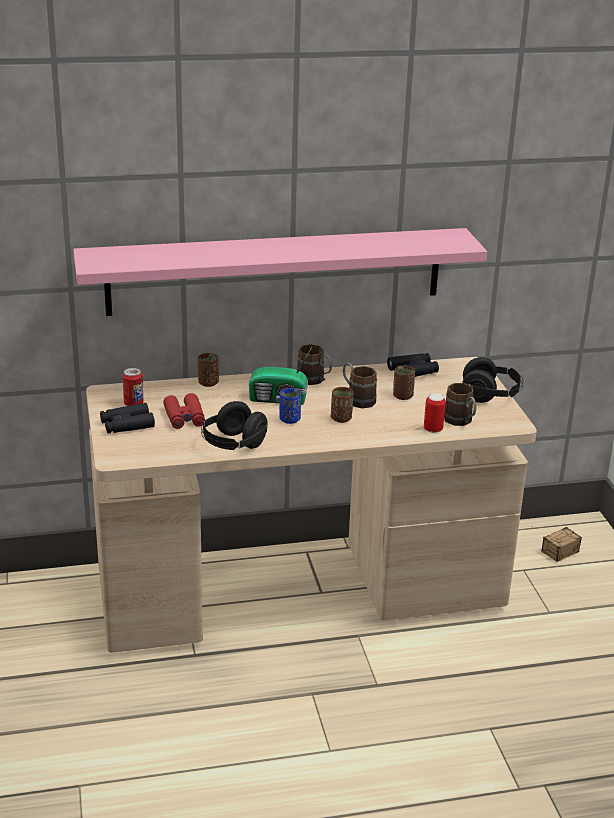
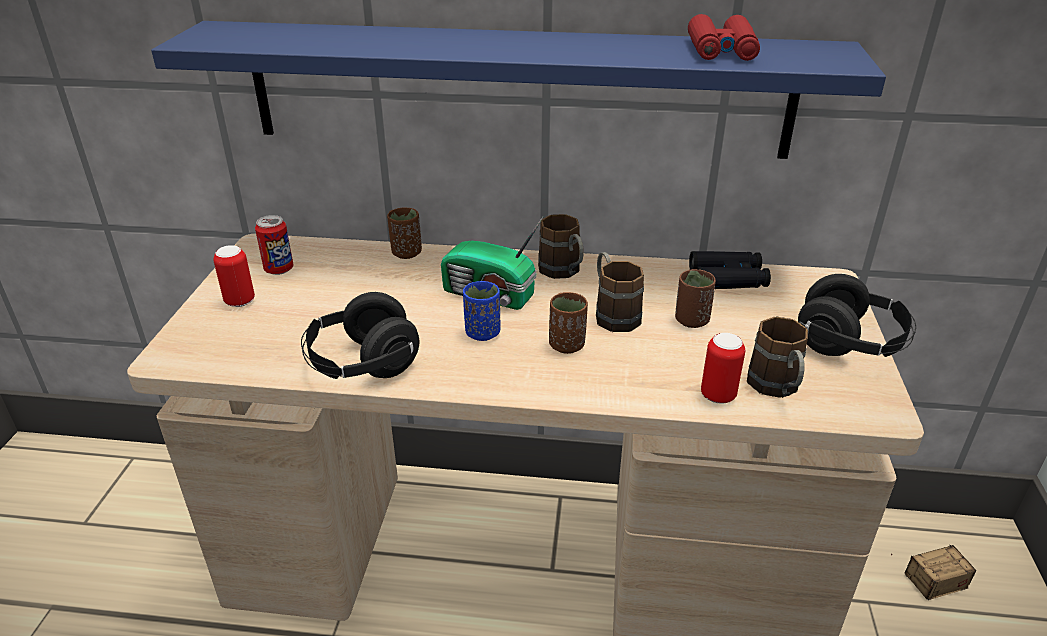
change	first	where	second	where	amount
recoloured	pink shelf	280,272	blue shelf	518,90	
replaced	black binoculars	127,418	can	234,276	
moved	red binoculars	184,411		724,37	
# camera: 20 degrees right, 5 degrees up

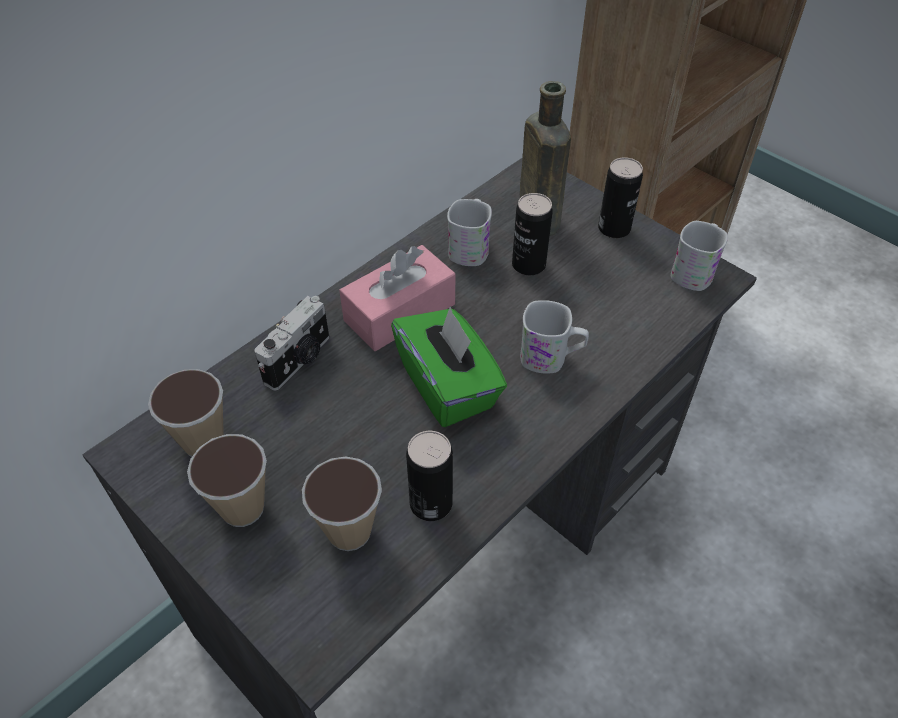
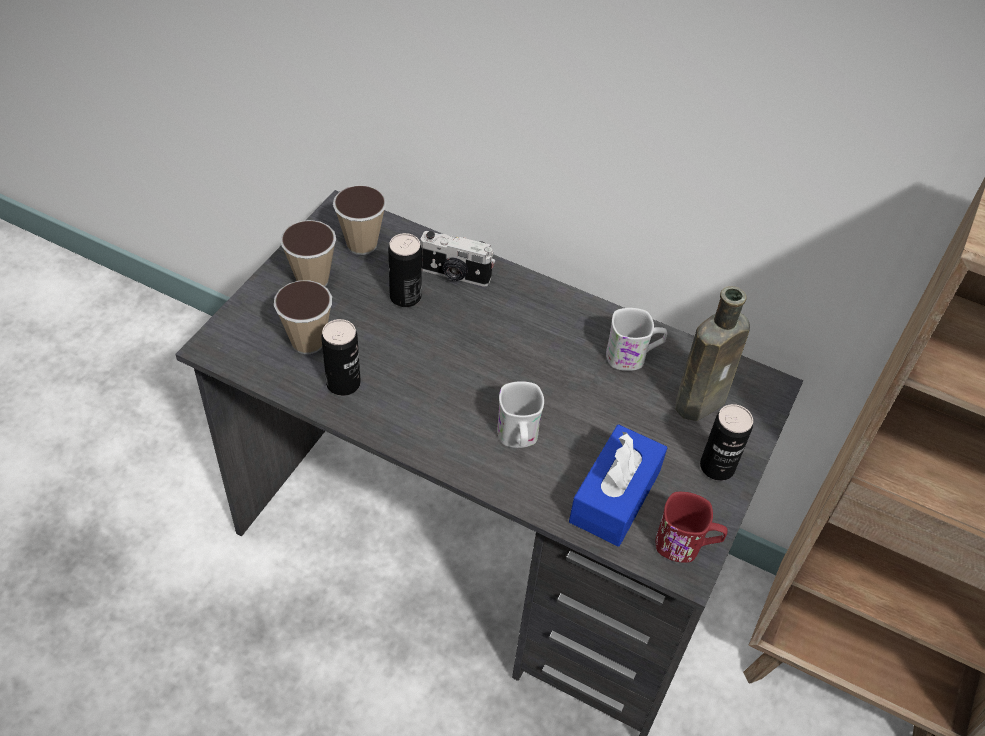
change	first	where	second	where	amount
moved	can	532,234		405,270	
added			blue tissue box	618,485	
recoloured	white mug	699,256	red mug	692,527	
removed	pink tissue box	397,298			
removed	green tissue box	449,366			
# camera: 70 degrees right, 0 degrees up

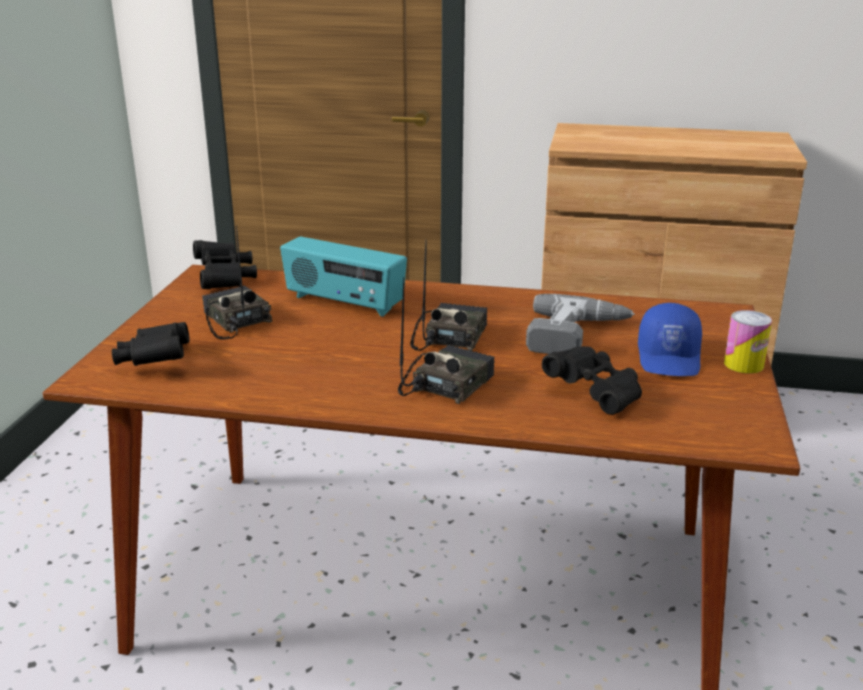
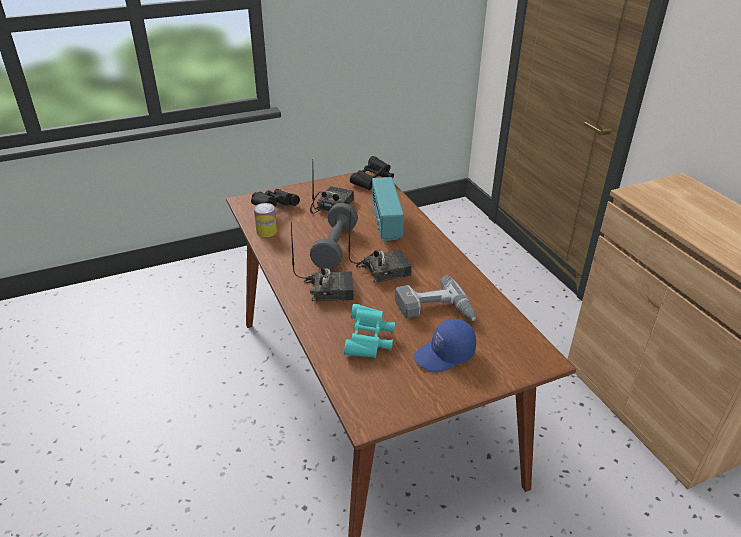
change	first	where	second	where	amount
moved	can	748,342		265,220	
added			grey dumbbell	334,236	
recoloured	black binoculars	592,380	turquoise binoculars	369,331	
# camera: 55 degrees right, 10 degrees up

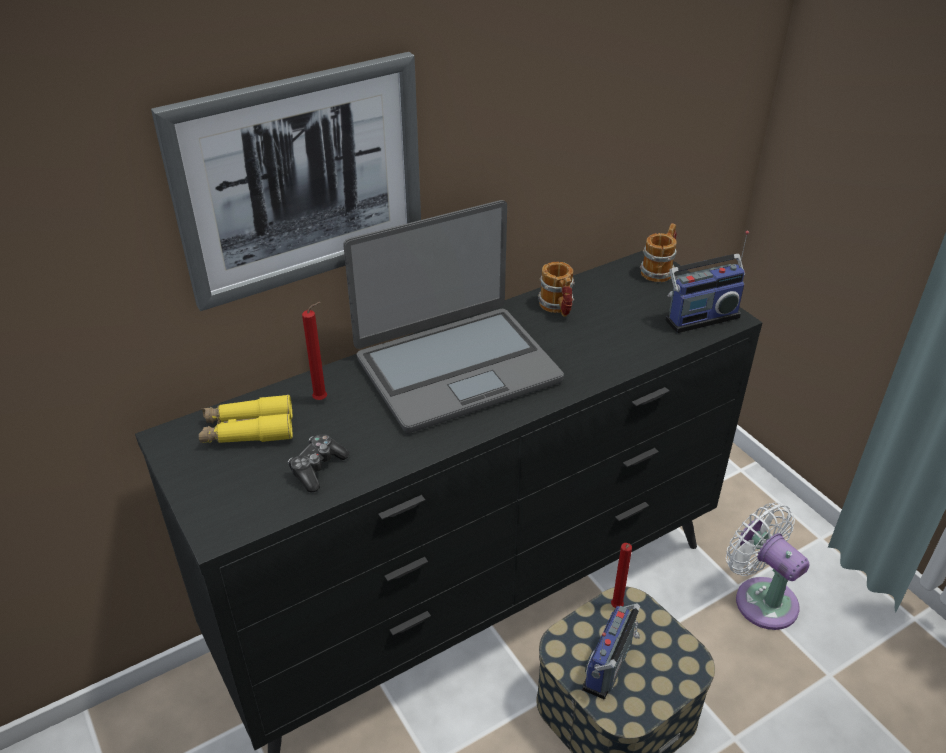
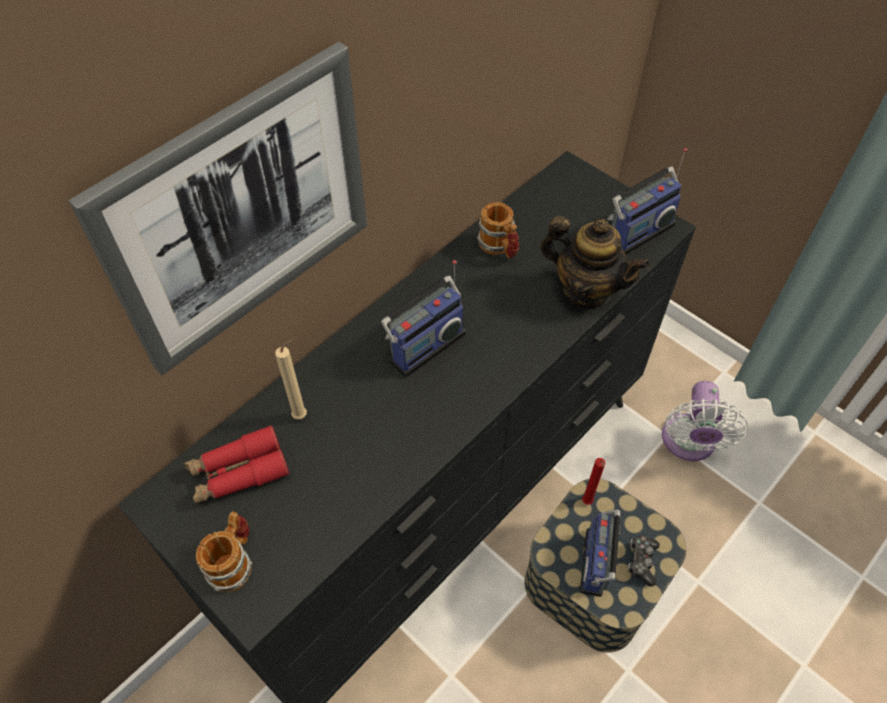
change	first	where	second	where	amount
recoloured	yellow binoculars	245,418	red binoculars	236,465	
moved	mug	658,252		224,552	
recoloured	red candle	314,351	beige candle	291,379	
replaced	laptop	453,316	radio	423,319	
added			teapot	595,262	
moved	game controller	319,463		644,560	
turned	white fan	768,566		705,421	120 degrees counterclockwise
# camera: 15 degrees left, 15 degrees up

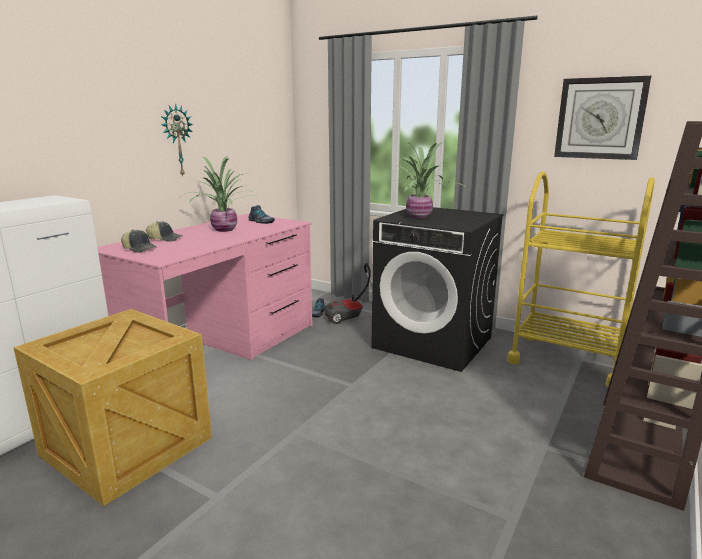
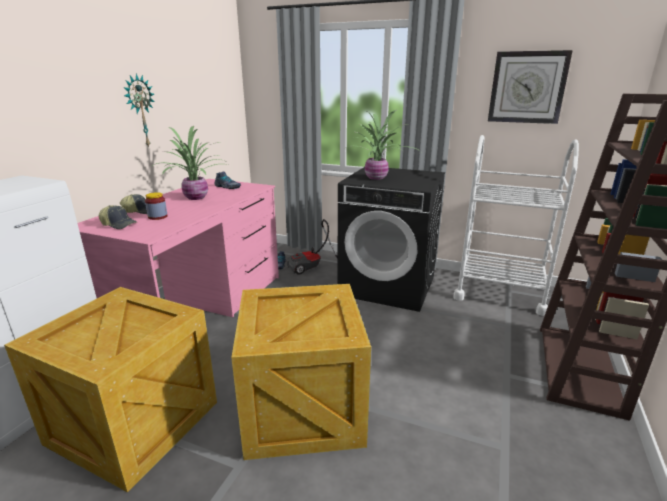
change	first	where	second	where	amount
added			jar	156,206	
added			crate	301,372	
recoloured	yellow cart	581,279	white cart	516,225	
# camera: 10 degrees left, 5 degrees up

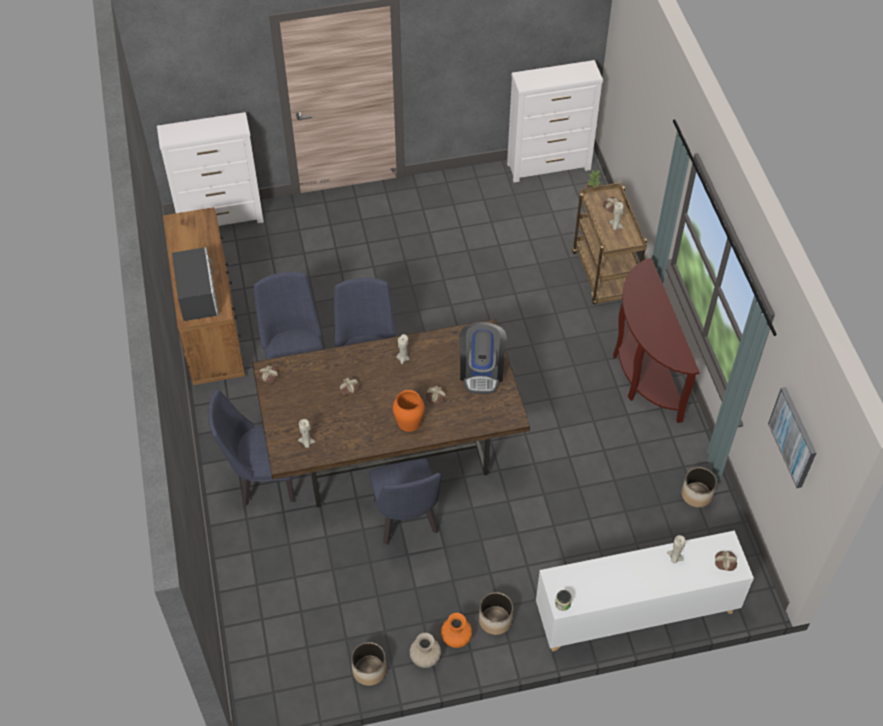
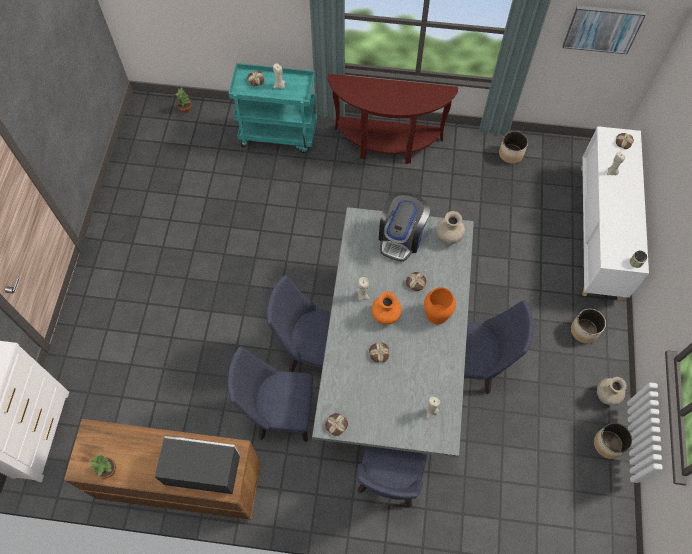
change	first	where	second	where	amount
added			potted plant	102,466	
recoloured	brown cart	609,243	turquoise cart	272,108	
recoloured	brown dining table	391,413	grey dining table	393,332	
moved	orange vase	456,630		387,308	
turned	coffee machine	482,358		404,227	90 degrees clockwise
added			beige vase	450,228	
removed	white dresser	555,121			
# camera: 70 degrees left, 10 degrees up

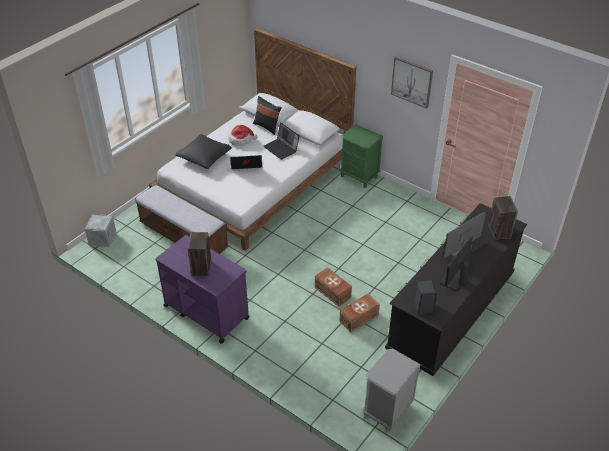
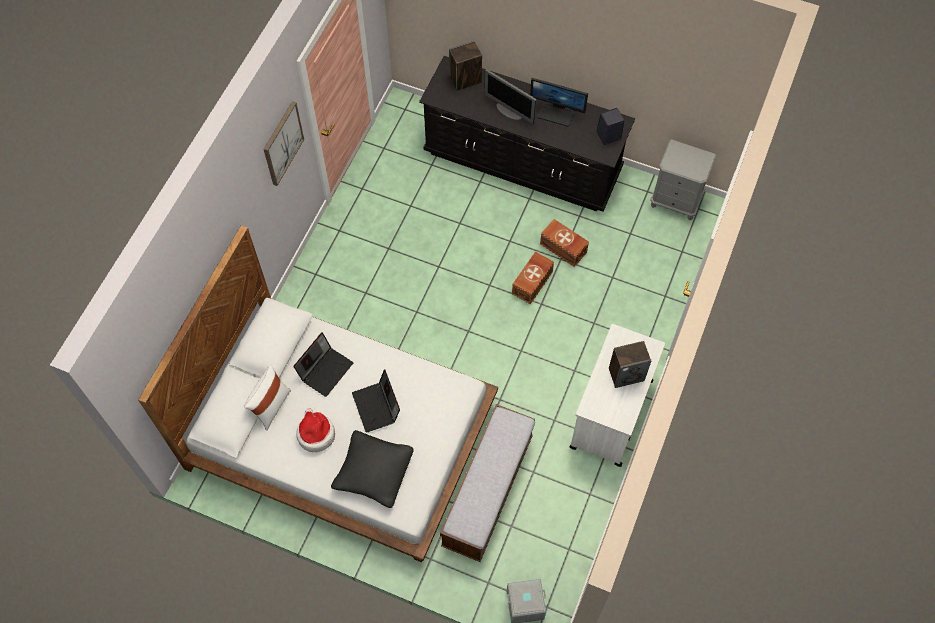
change	first	where	second	where	amount
recoloured	black pillow	267,115	white pillow	267,398	
recoloured	purple cart	202,289	white cart	617,395	
removed	green nightstand	361,156			
# camera: 105 degrees left, 20 degrees up

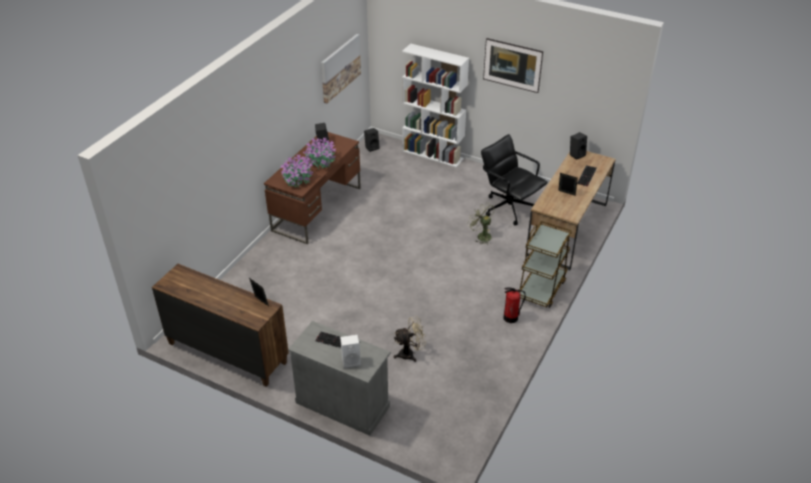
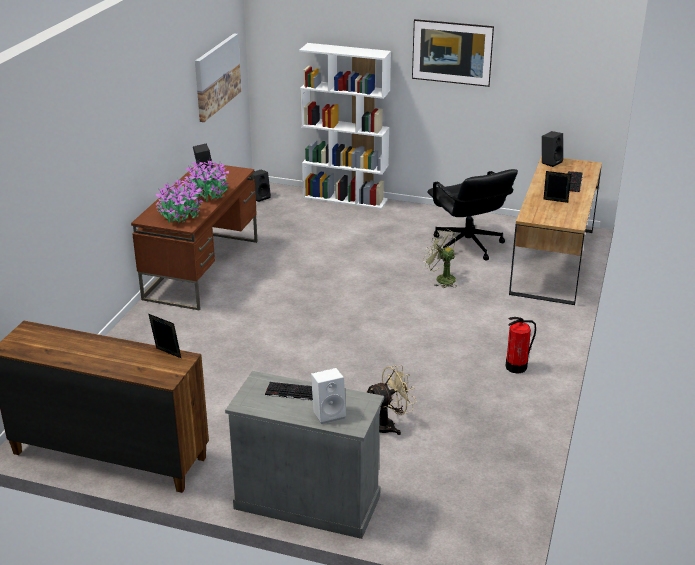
change	first	where	second	where	amount
turned	black office chair	514,179		472,214	150 degrees counterclockwise
removed	brown cart	545,264			
# camera: 10 degrees left, 10 degrees down

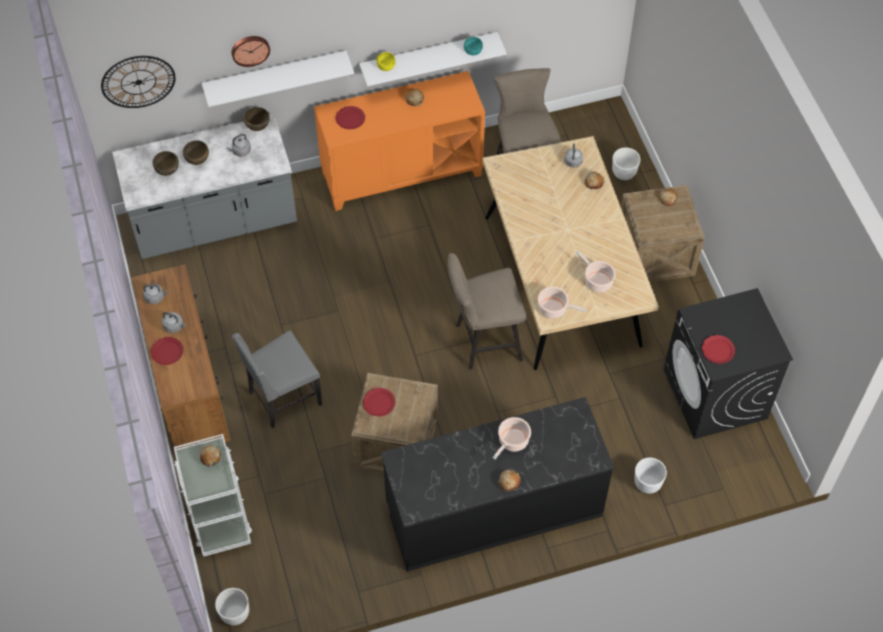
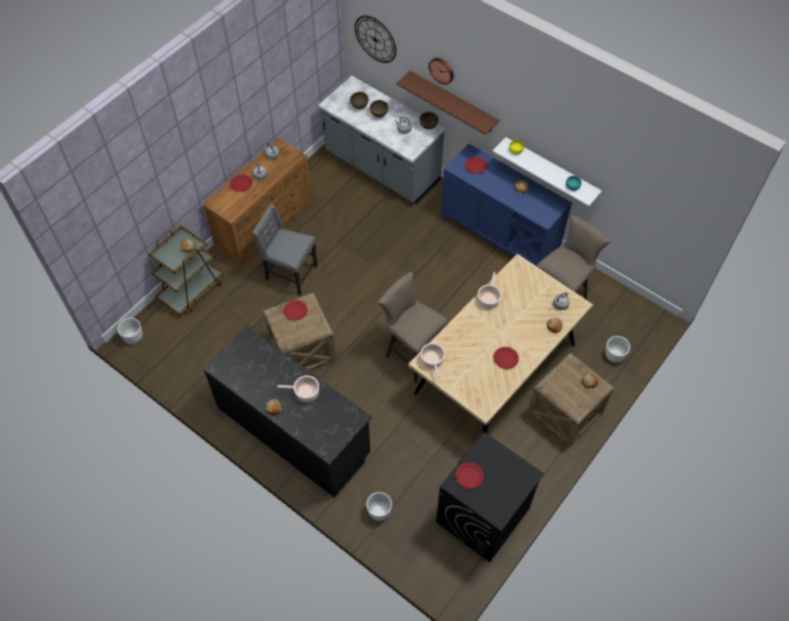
change	first	where	second	where	amount
recoloured	white cart	213,495	brown cart	186,271	
recoloured	white shelf	278,79	brown shelf	448,103	
recoloured	orange cabinet	399,141	blue cabinet	506,205	
moved	cooking pot	596,271		490,290	
added			red plate	506,358	
# camera: 55 degrees right, 0 degrees up

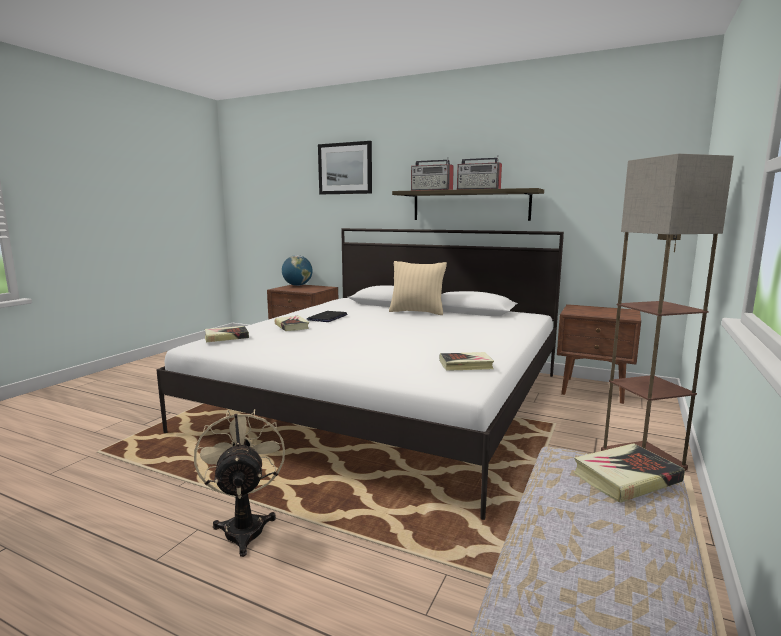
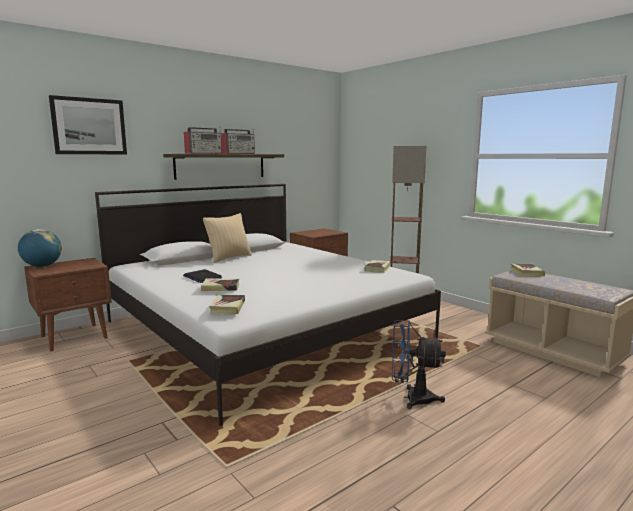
change	first	where	second	where	amount
recoloured	beige fan	239,483	blue fan	419,364	
# camera: 65 degrees left, 0 degrees up

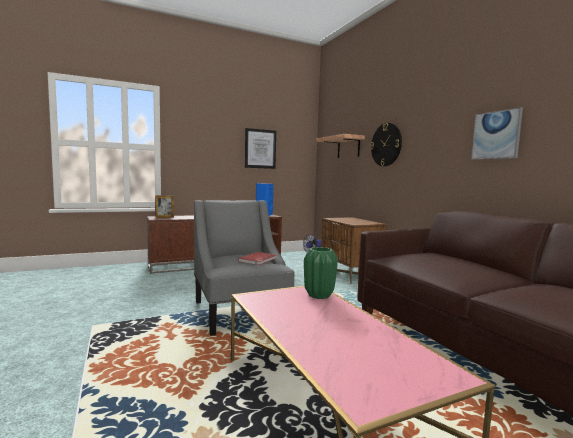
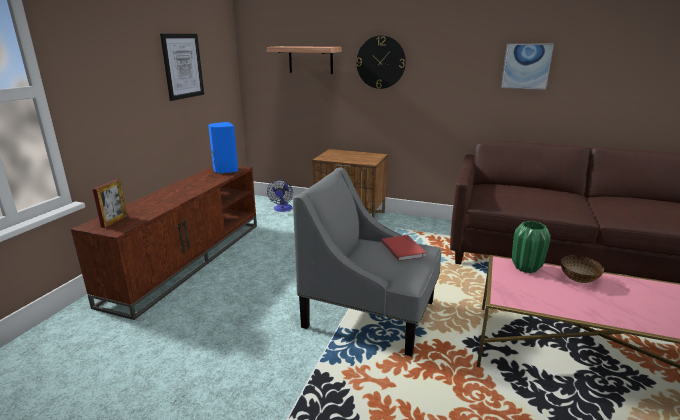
change	first	where	second	where	amount
added			bowl	582,269	
# camera: 45 degrees left, 15 degrees up

